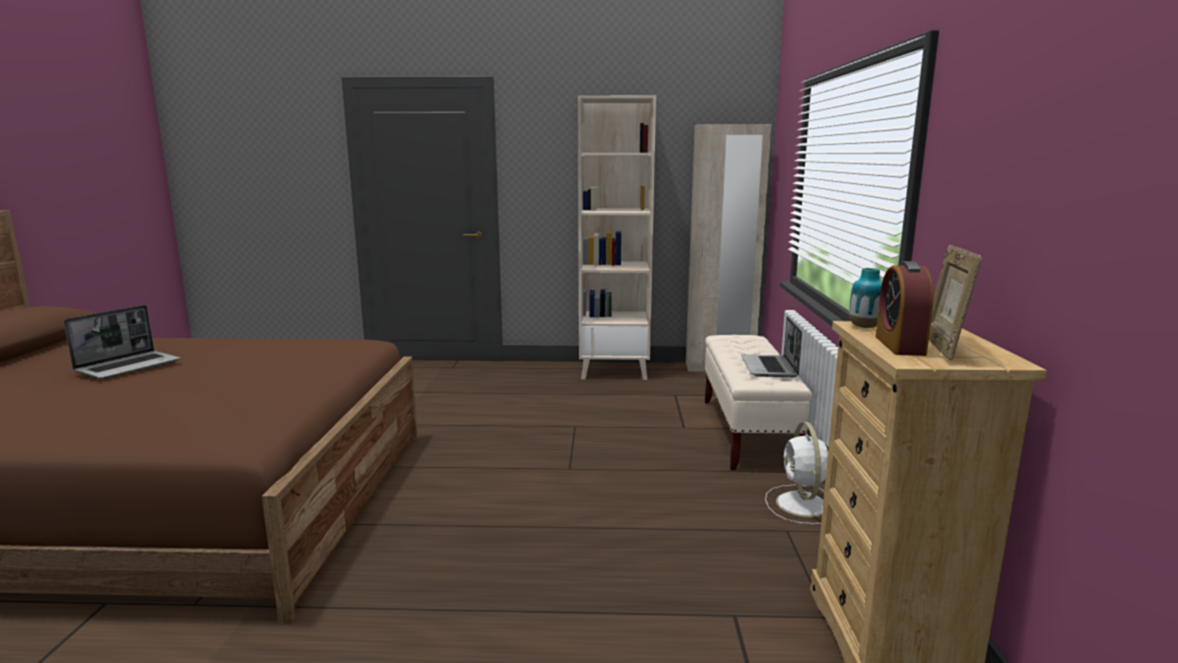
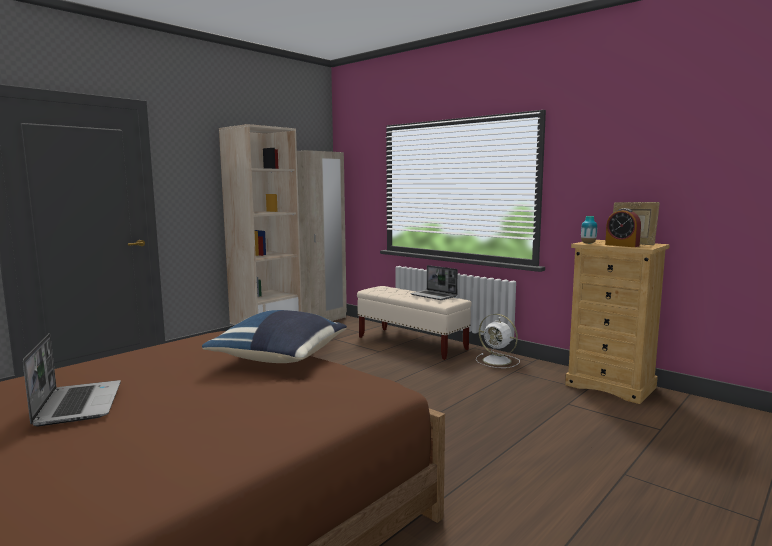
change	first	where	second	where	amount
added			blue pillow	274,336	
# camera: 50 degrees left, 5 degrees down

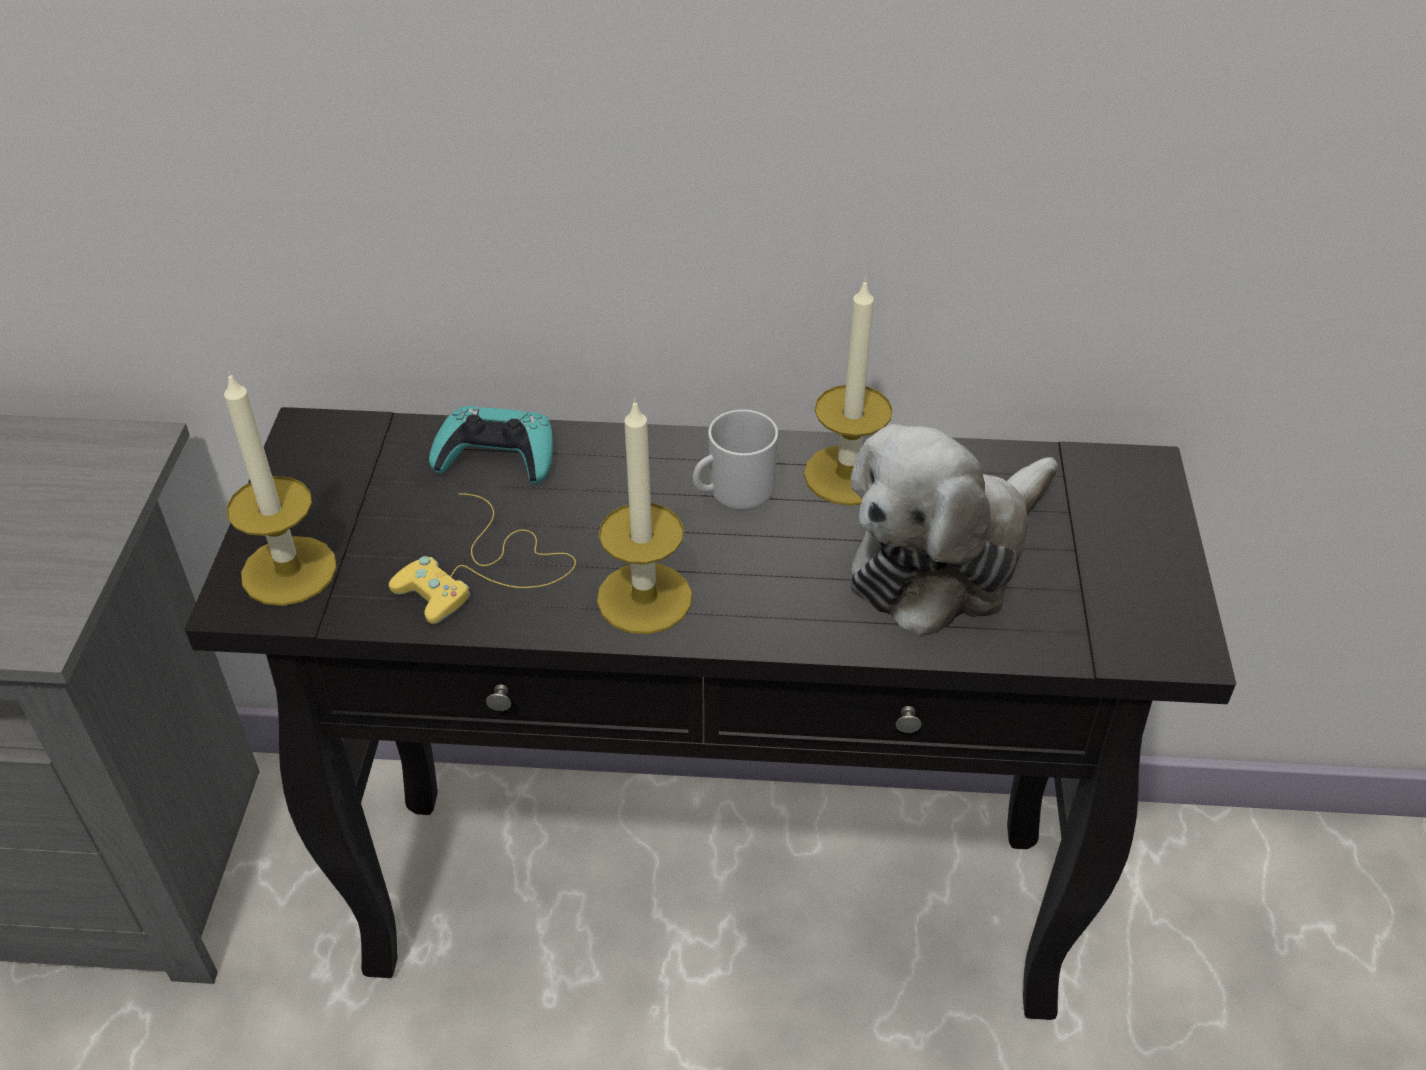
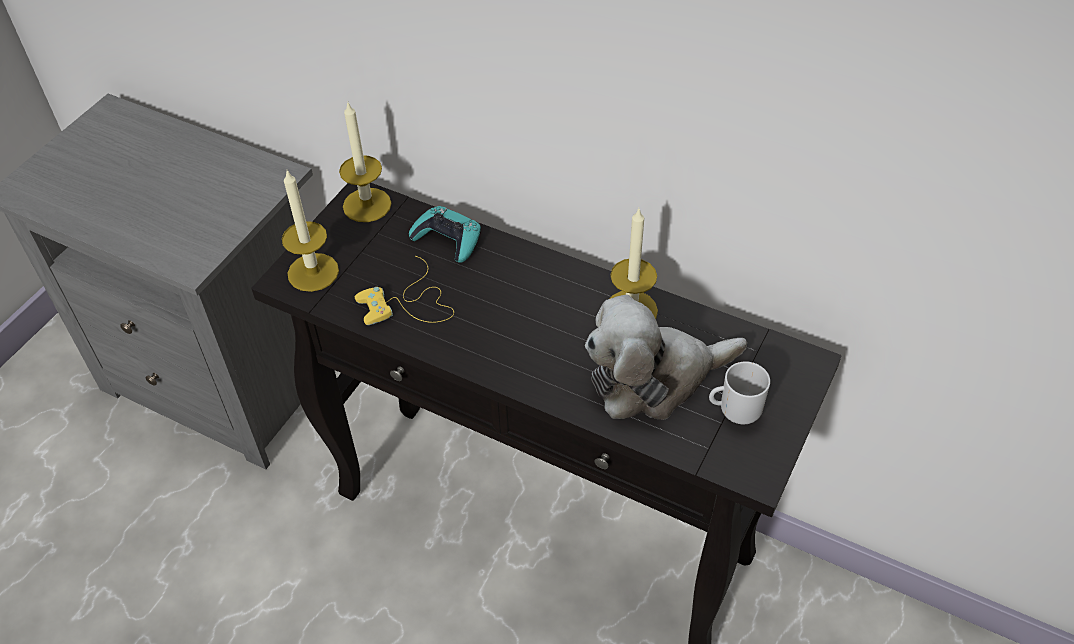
change	first	where	second	where	amount
moved	candle	644,516		365,162	
moved	mug	735,460		739,392	
# camera: 25 degrees right, 5 degrees up

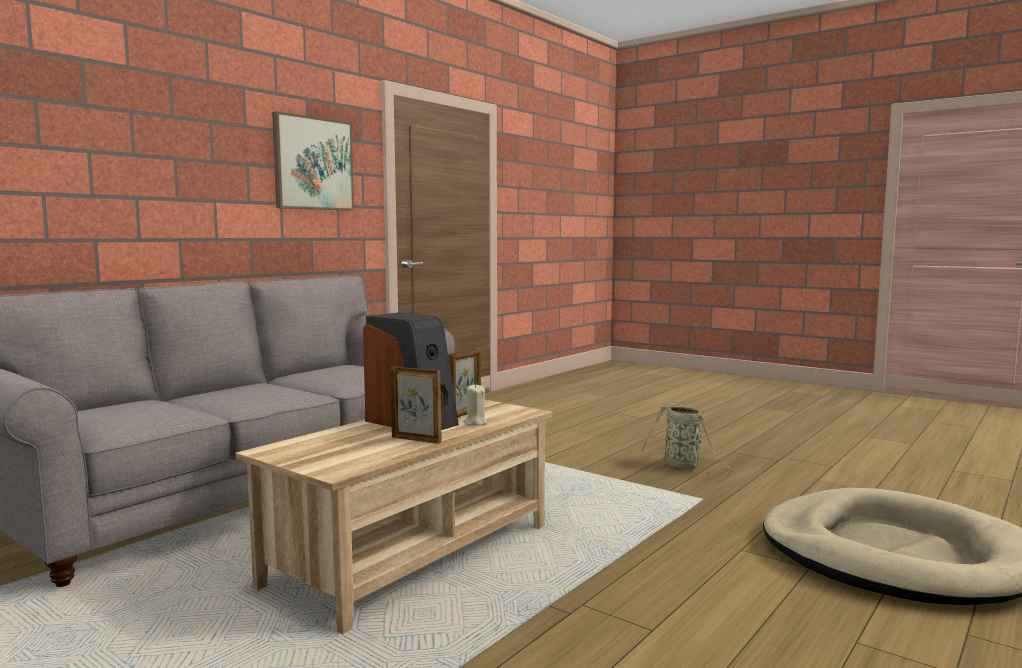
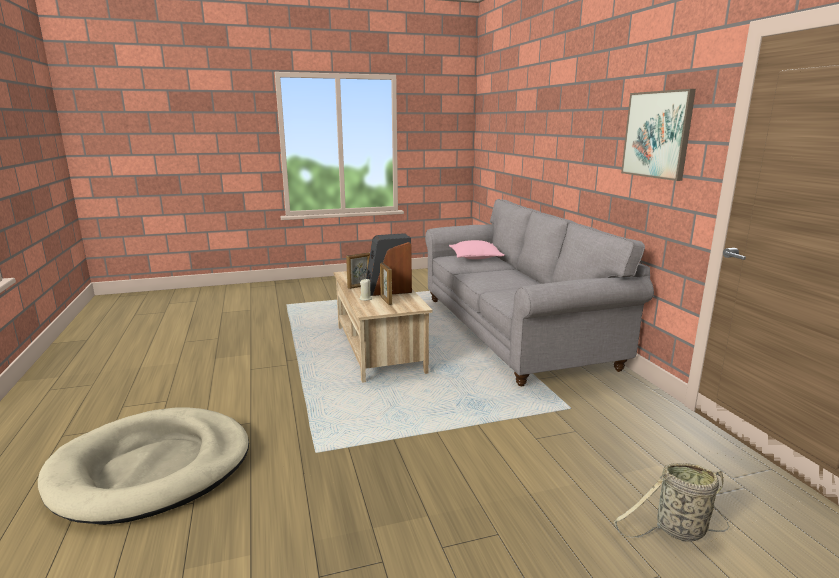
change	first	where	second	where	amount
added			pink pillow	477,249	
moved	basket	686,439		671,502	
# camera: 125 degrees right, 10 degrees up

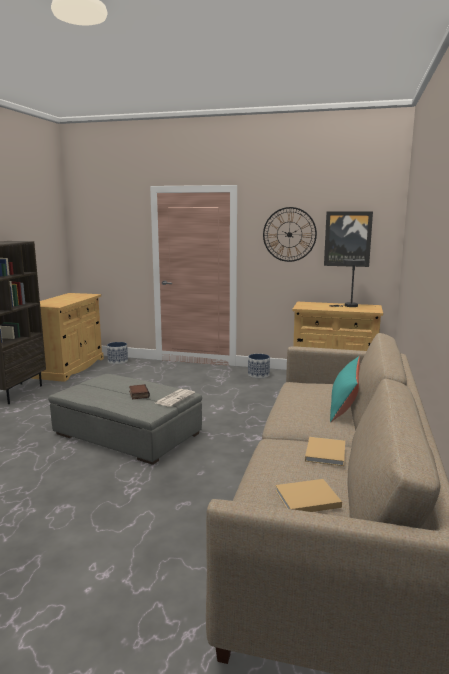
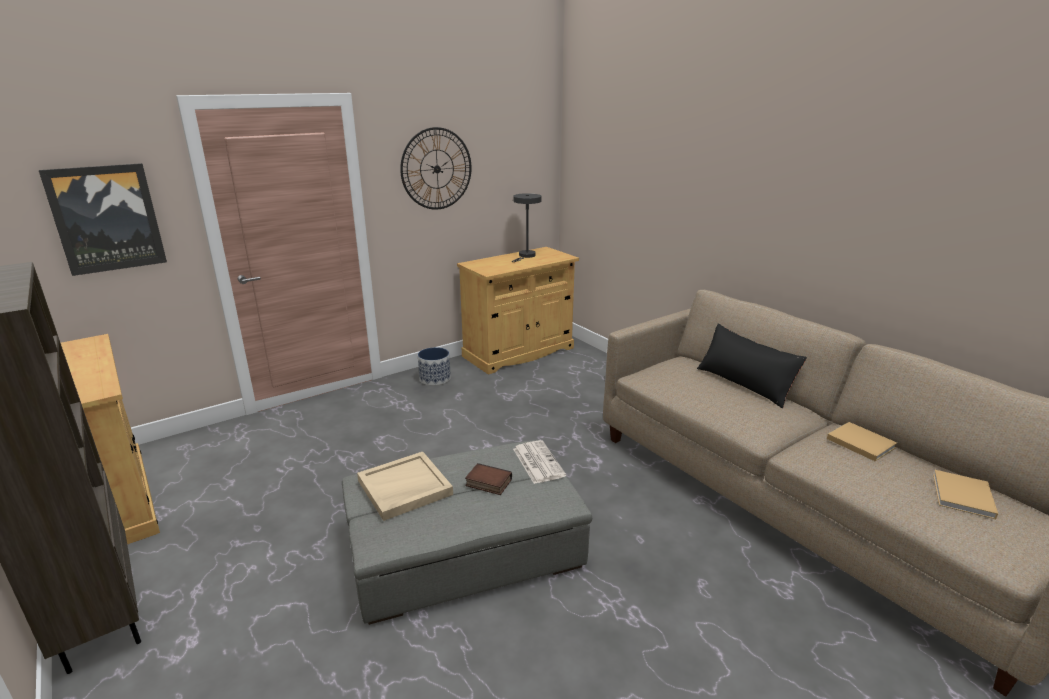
change	first	where	second	where	amount
moved	picture	348,239		103,219	
added			beige tray	405,486	
recoloured	turquoise pillow	345,389	black pillow	752,366	
removed	planter	117,353			
# camera: 50 degrees left, 10 degrees up

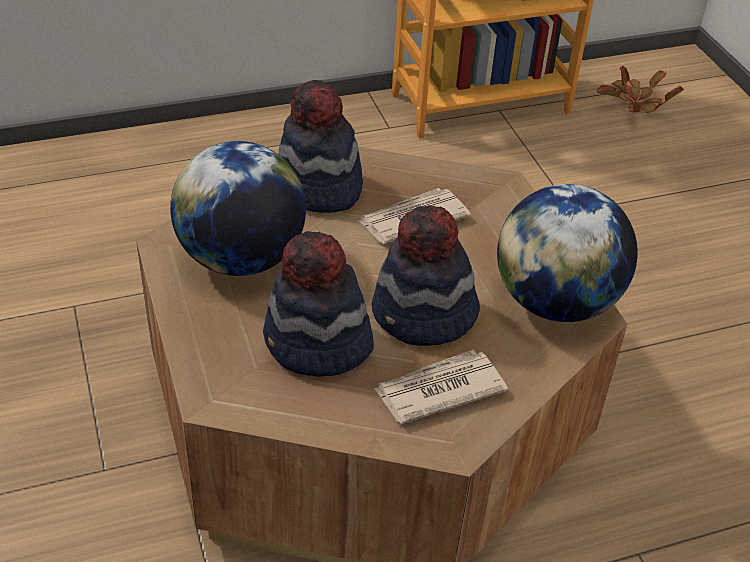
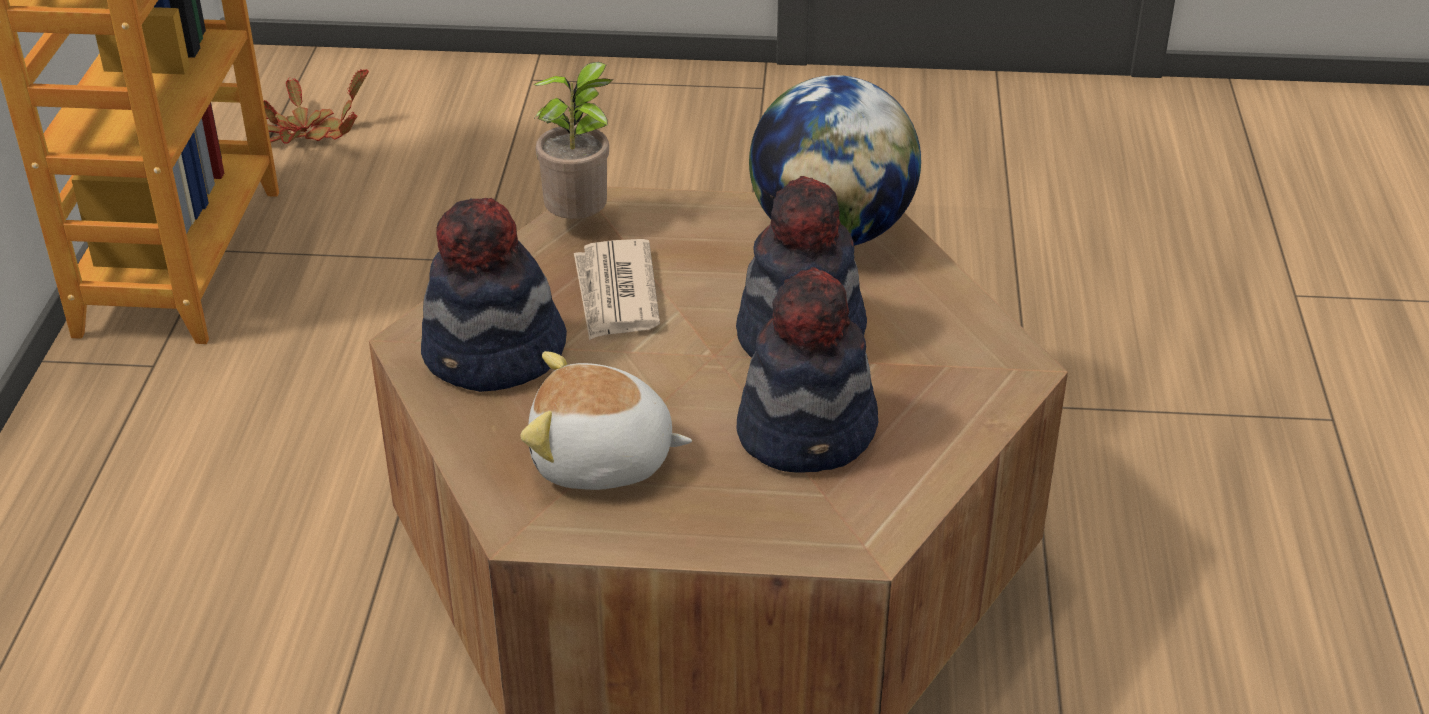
change	first	where	second	where	amount
replaced	globe	238,208	plush toy	606,420	
added			potted plant	573,140	
removed	newspaper	441,387			
# camera: 65 degrees left, 5 degrees down

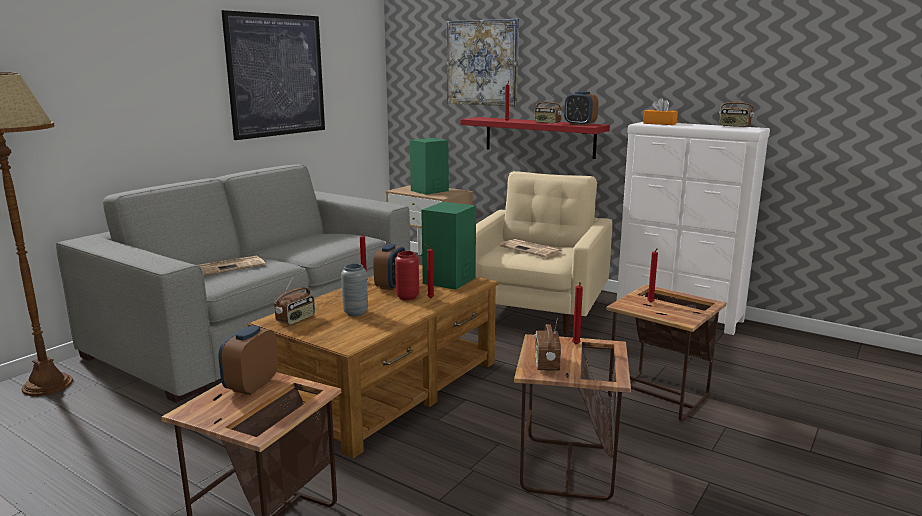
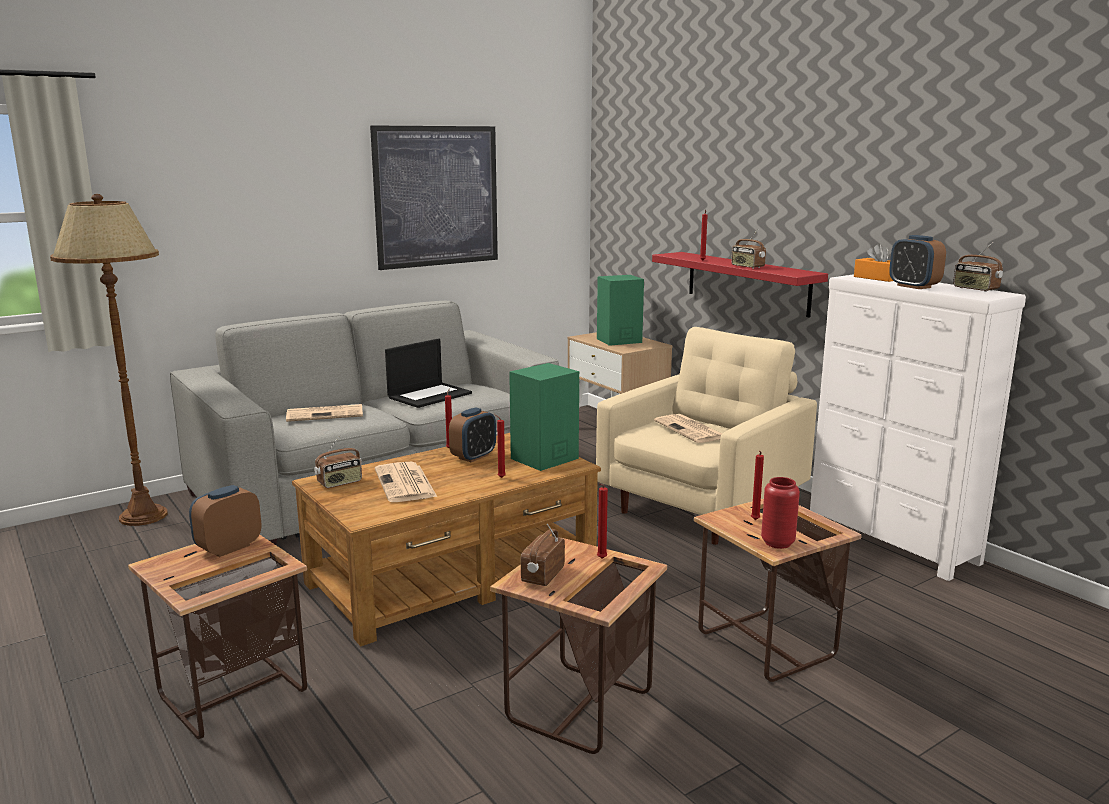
change	first	where	second	where	amount
replaced	grey vase	354,290	newspaper	406,482	
added			laptop	428,373	
moved	red vase	407,275		780,513	
moved	alarm clock	581,109		917,262	
removed	picture	483,63			
# camera: 20 degrees right, 0 degrees up

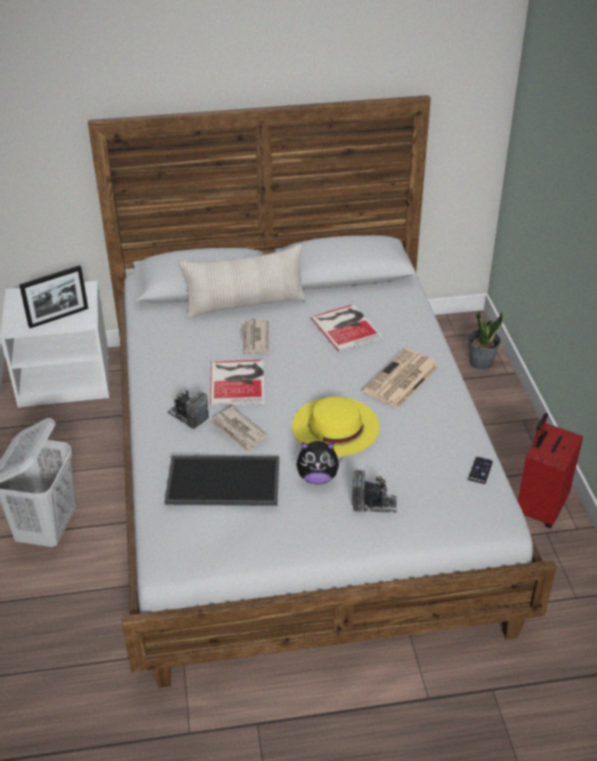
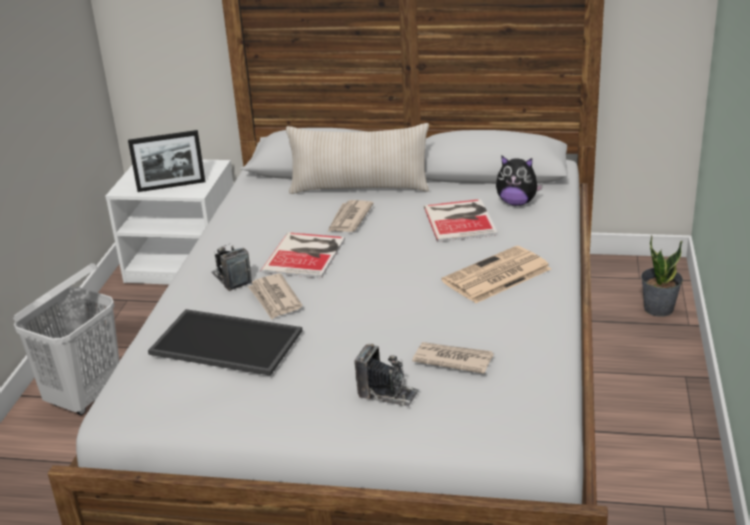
change	first	where	second	where	amount
added			newspaper	453,358	
moved	plush toy	319,463		519,180	
removed	yellow hat	336,426			
removed	phone	480,471			
removed	red suitcase	550,470			
# camera: 20 degrees right, 10 degrees down

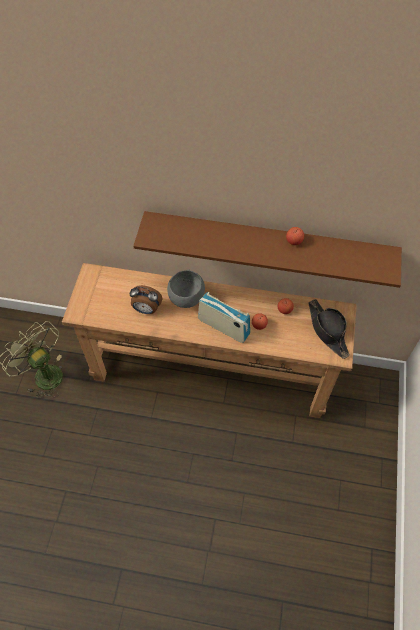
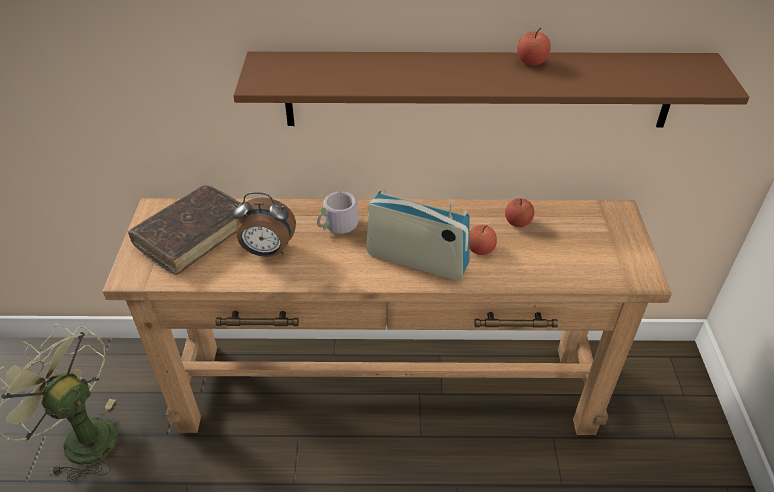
change	first	where	second	where	amount
added			brown book	184,230	
replaced	grey bowl	186,288	grey mug	337,212	
removed	black hat	329,329			
# camera: 10 degrees left, 15 degrees down

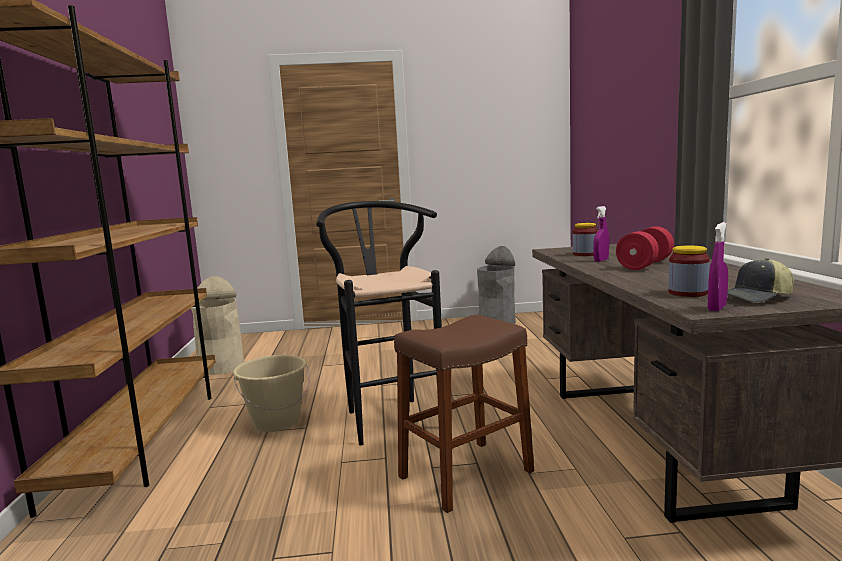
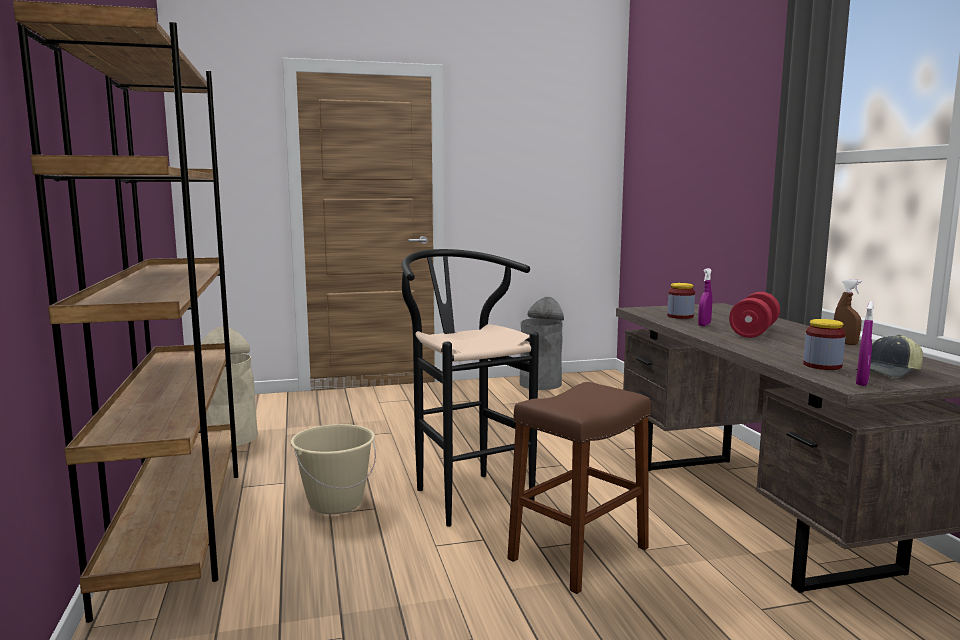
change	first	where	second	where	amount
added			brown spray bottle	848,312	
# camera: 10 degrees left, 0 degrees up

